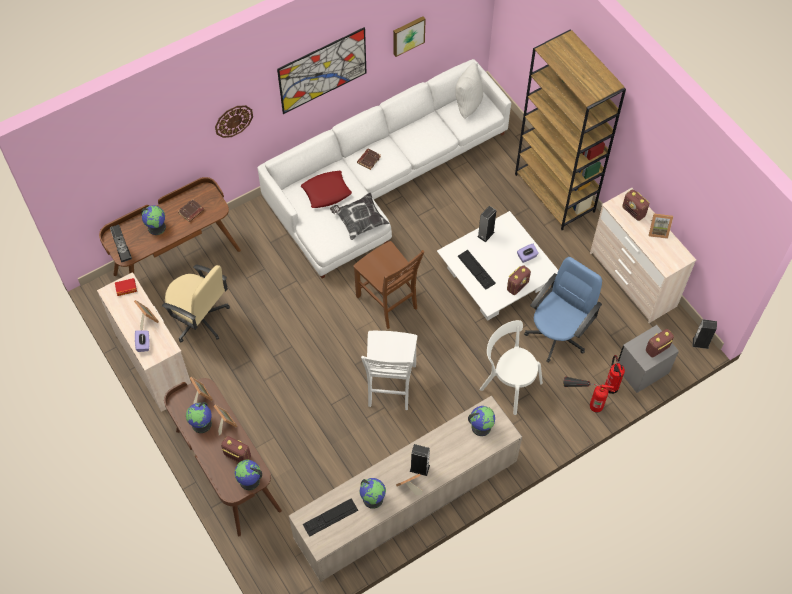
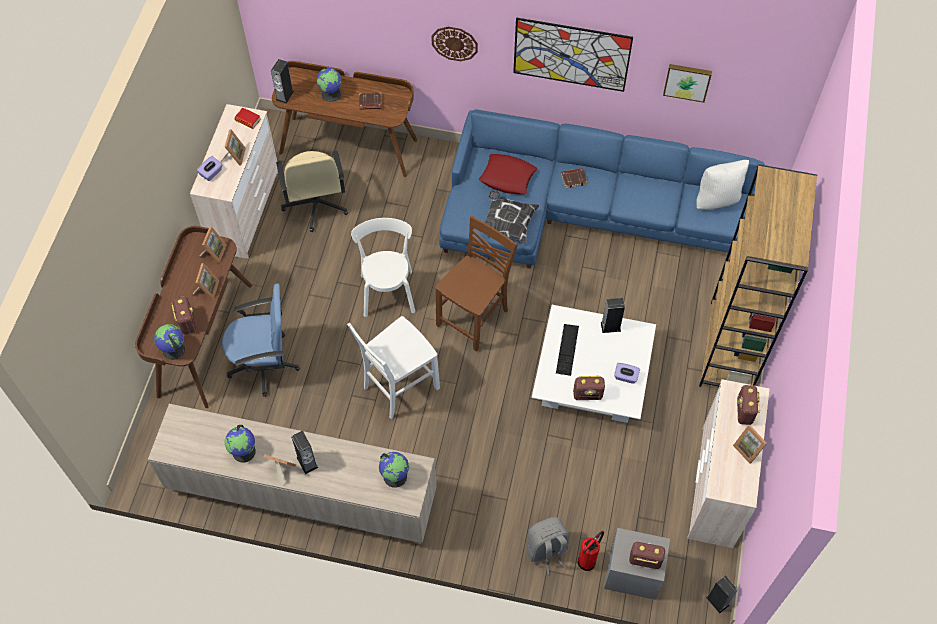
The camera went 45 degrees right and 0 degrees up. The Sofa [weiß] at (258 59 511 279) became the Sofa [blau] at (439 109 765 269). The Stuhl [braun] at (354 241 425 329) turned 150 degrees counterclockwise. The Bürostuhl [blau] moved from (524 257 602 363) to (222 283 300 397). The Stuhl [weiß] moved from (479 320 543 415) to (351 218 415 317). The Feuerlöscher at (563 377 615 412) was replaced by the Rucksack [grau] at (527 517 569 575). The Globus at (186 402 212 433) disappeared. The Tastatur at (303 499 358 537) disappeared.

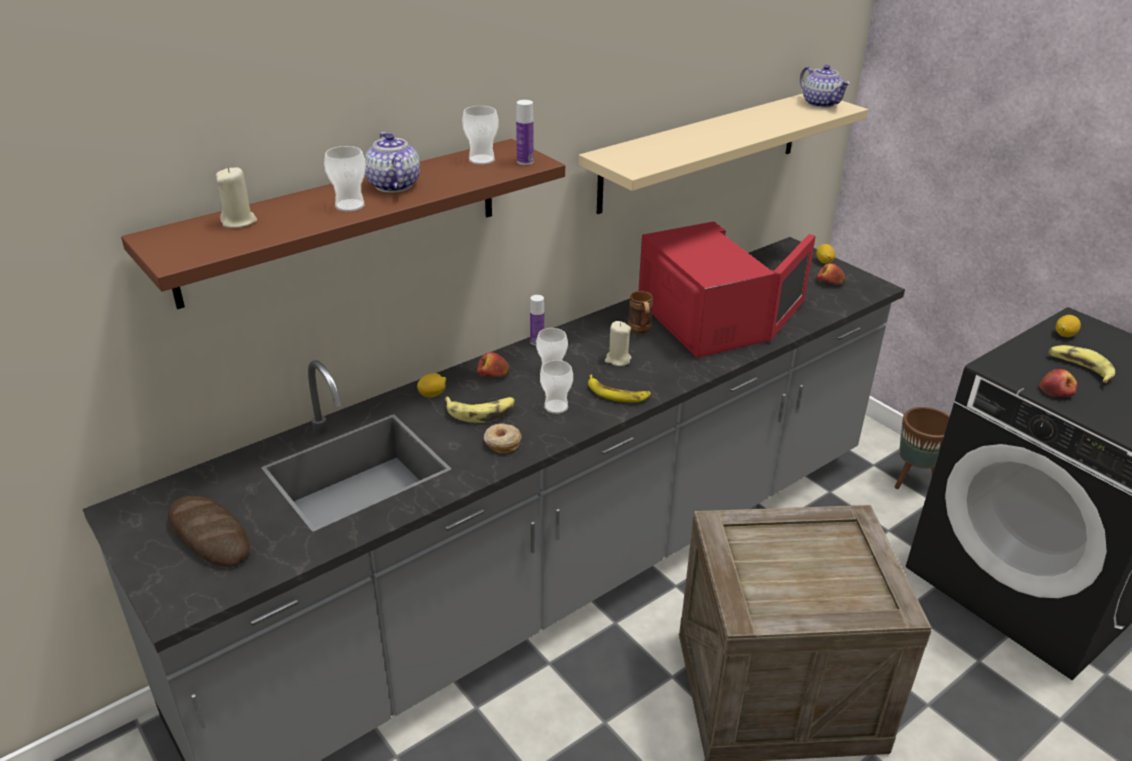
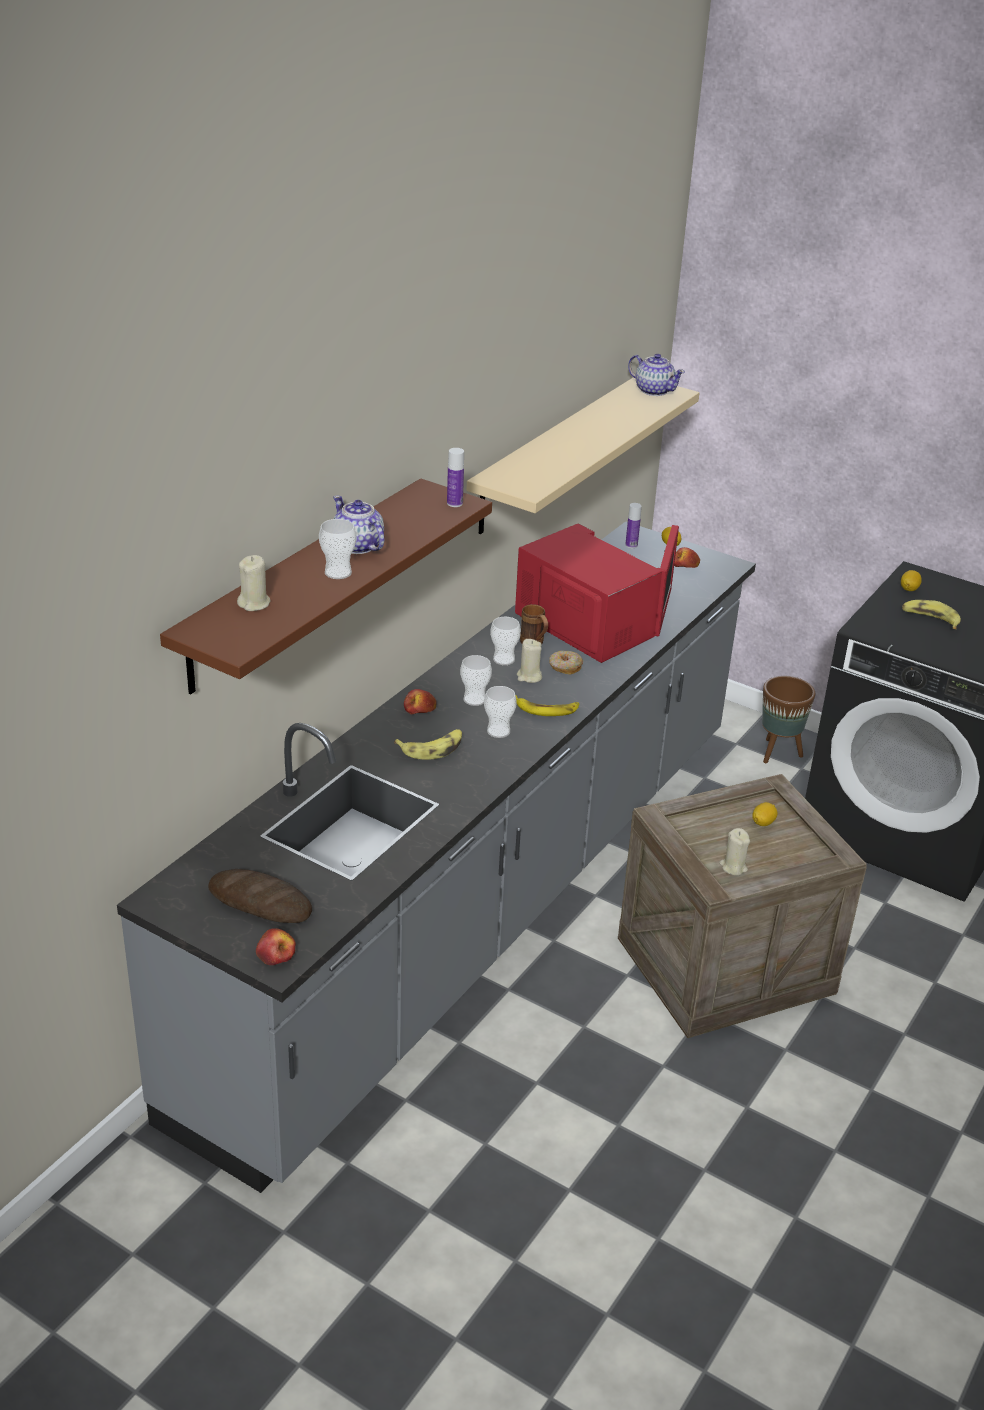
The camera went 20 degrees left and 0 degrees up. The Tasse moved from (462 106 499 165) to (490 617 521 665). The Flasche moved from (530 295 544 346) to (625 503 642 548). The Apfel moved from (1039 369 1077 397) to (256 928 296 965). The Zitrone moved from (417 373 446 397) to (752 802 777 826). The Donut moved from (484 423 521 453) to (549 651 583 675). The Kerze [beige] at (719 828 750 875) appeared.

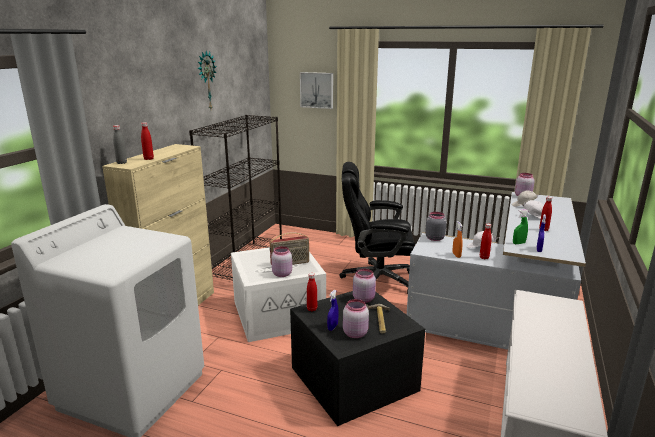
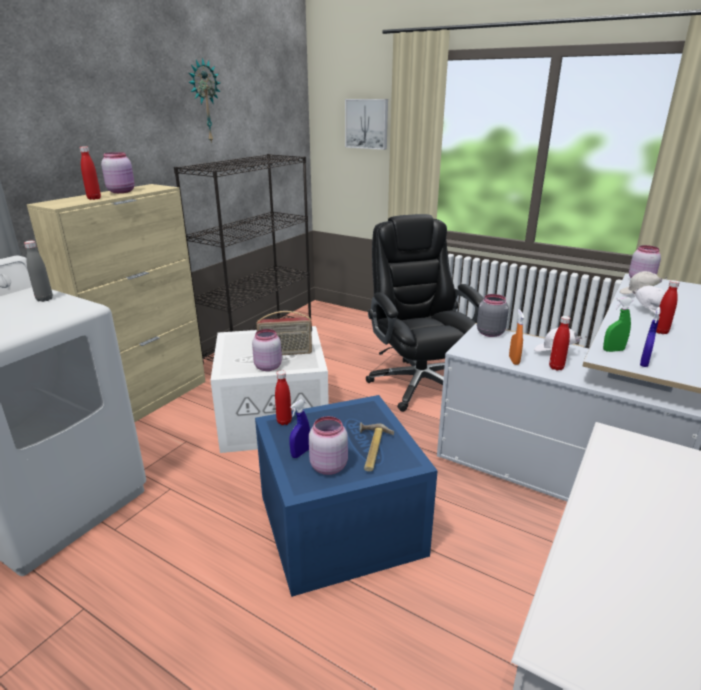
The camera went 10 degrees right and 5 degrees up. The Flasche [grau] moved from (113 125 127 164) to (24 241 53 302). The Bürostuhl [schwarz] at (340 162 415 294) turned 60 degrees clockwise. The Vorratsglas [rosa] moved from (353 269 376 303) to (101 152 135 193). The Aufbewahrungsbox [schwarz] at (290 291 425 426) became the Aufbewahrungsbox [blau] at (255 395 438 597).

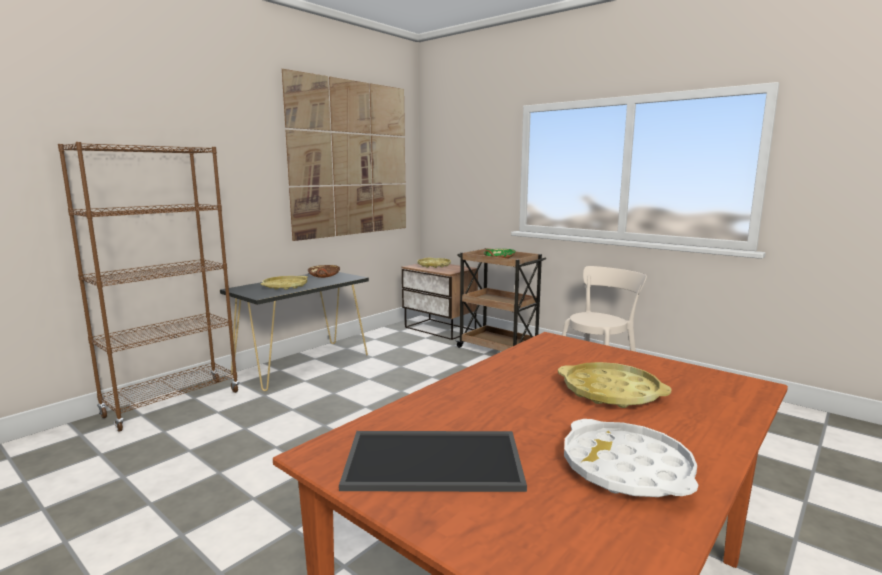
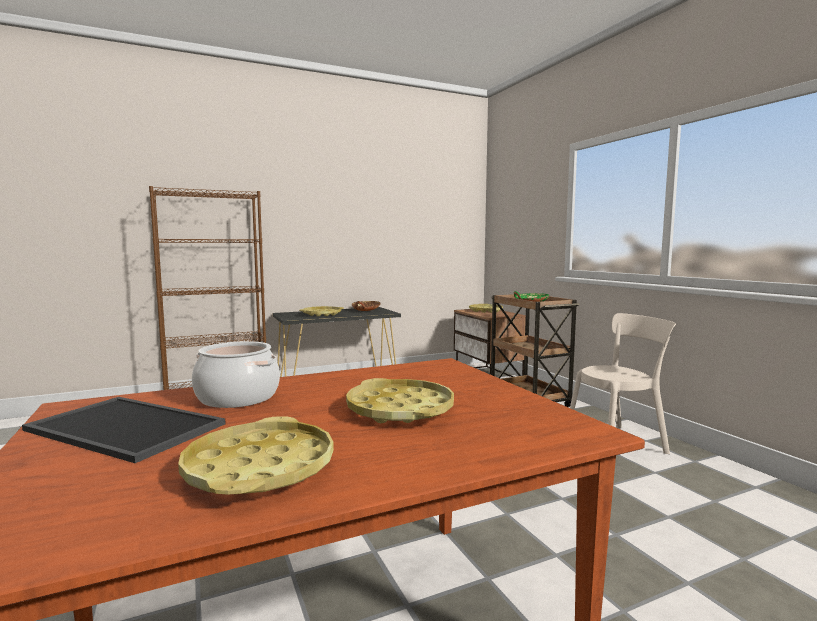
The camera went 25 degrees right and 5 degrees down. The Bild at (282 69 406 241) disappeared. The Tablett [weiß] at (564 419 698 497) became the Tablett [gelb] at (178 416 334 495). The Kochtopf at (192 341 280 408) appeared.

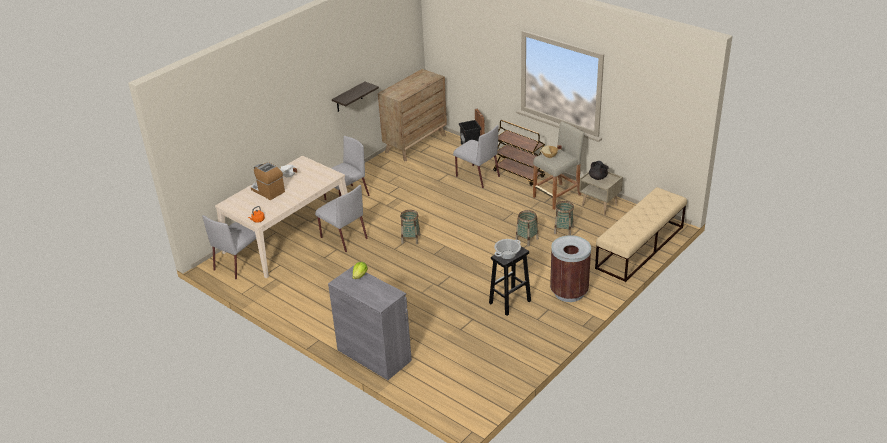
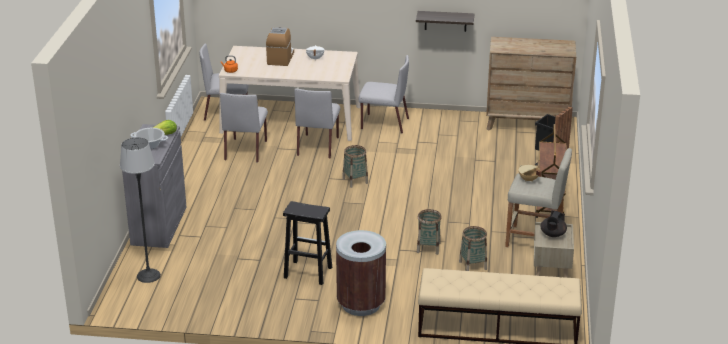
The camera went 55 degrees right and 5 degrees down. The Stuhl [grau] moved from (453 125 500 188) to (220 93 268 163). The Kochtopf moved from (494 239 521 259) to (130 128 168 149). The Stehlampe at (120 137 161 283) appeared.

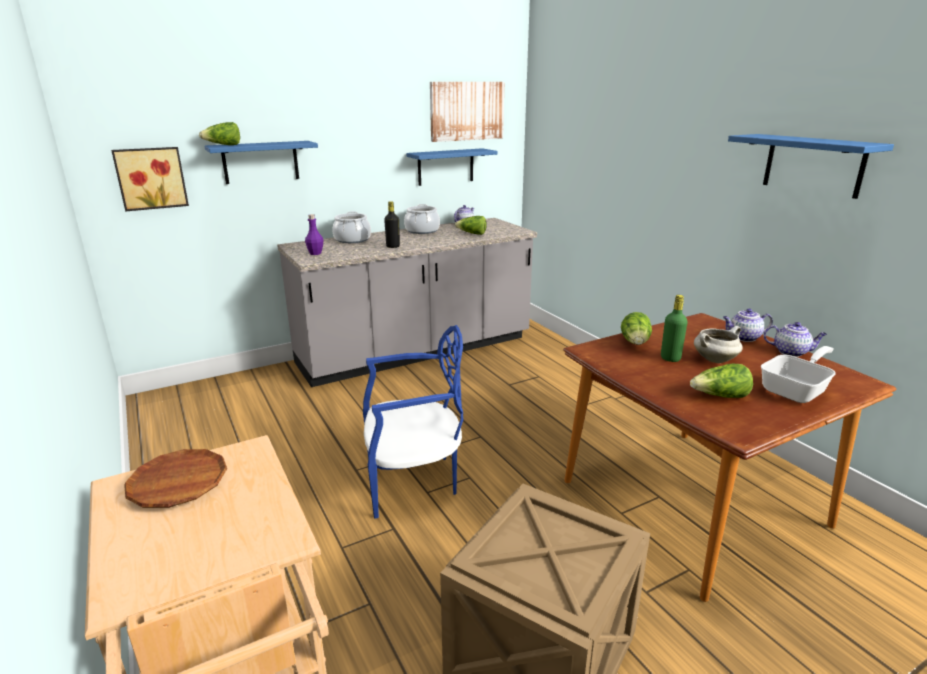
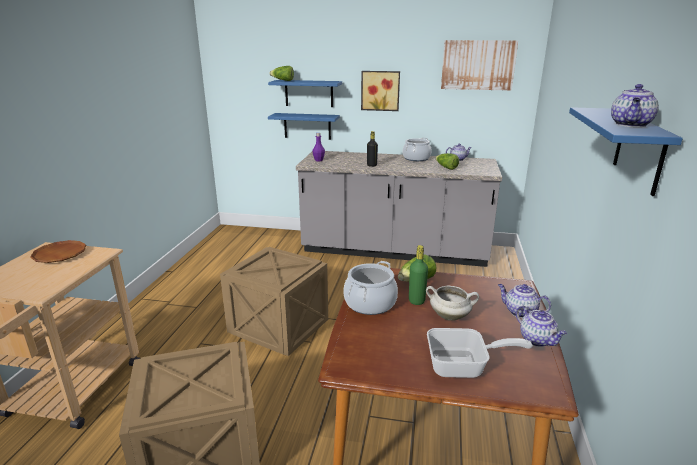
The camera went 40 degrees right and 0 degrees up. The Bild moved from (111 147 189 211) to (361 71 400 111). The Wandregal [blau] moved from (406 148 498 186) to (268 113 340 140). The Kochtopf moved from (332 211 371 243) to (343 261 398 315). The Stuhl [blau] at (363 325 463 518) was replaced by the Kiste at (220 247 328 356). The Salatkopf at (690 364 753 398) disappeared. The Teekanne at (611 84 659 127) appeared.

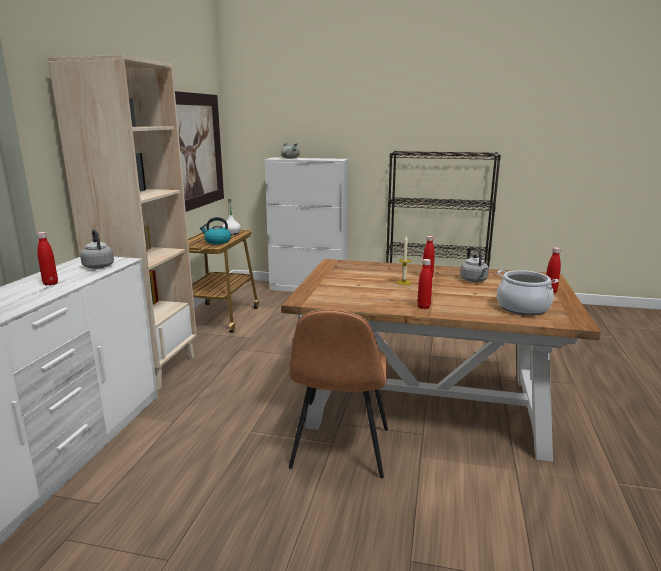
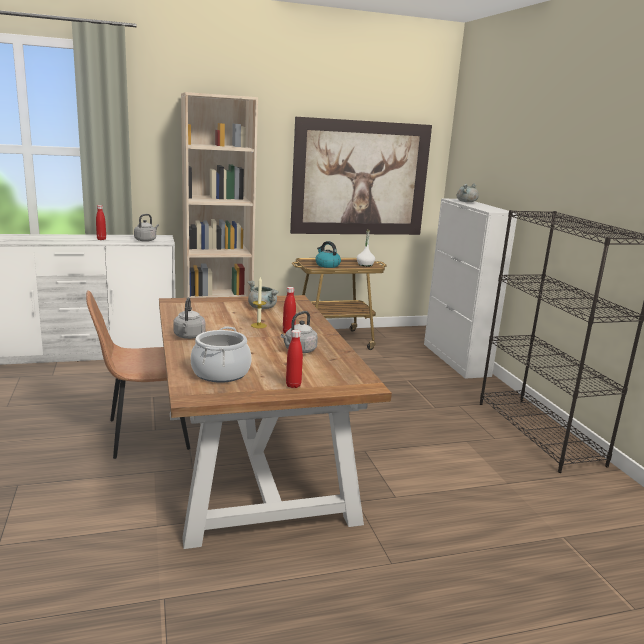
The camera went 60 degrees right and 0 degrees up. The Flasche [rot] at (417 259 432 309) was replaced by the Wasserkessel [grau] at (173 297 206 339). The Kochtopf [grau] at (248 281 279 309) appeared.

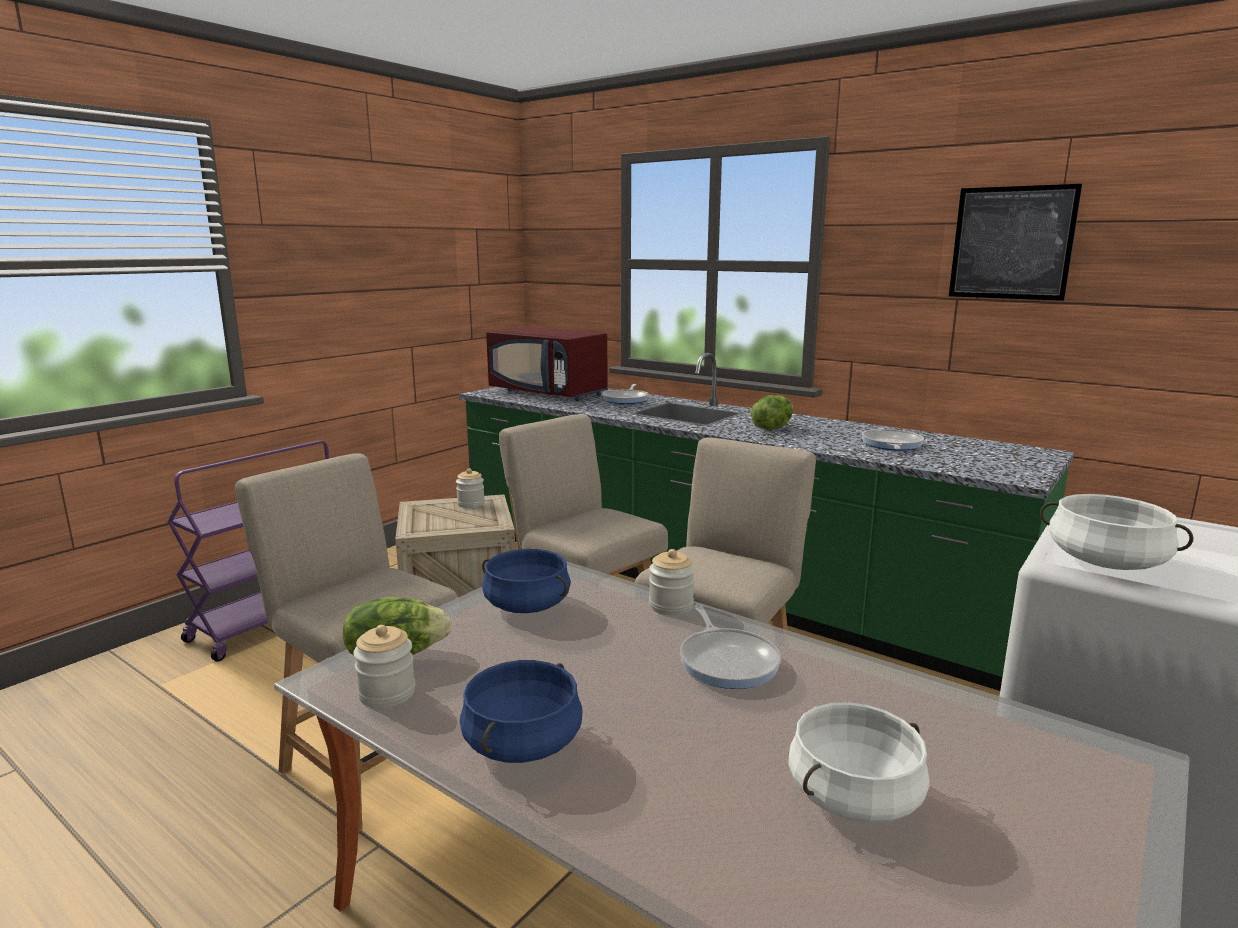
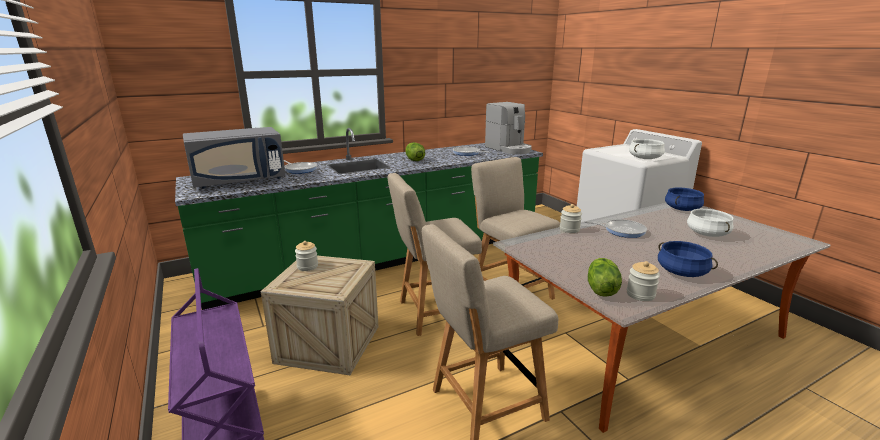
The camera went 65 degrees left and 5 degrees up. The Bild at (949 184 1082 301) disappeared. The Mikrowelle [rot] at (486 326 608 401) became the Mikrowelle [grau] at (183 127 286 188). The Kochtopf [blau] moved from (482 549 571 613) to (665 187 704 211). The Kaffeemaschine at (485 102 532 154) appeared.

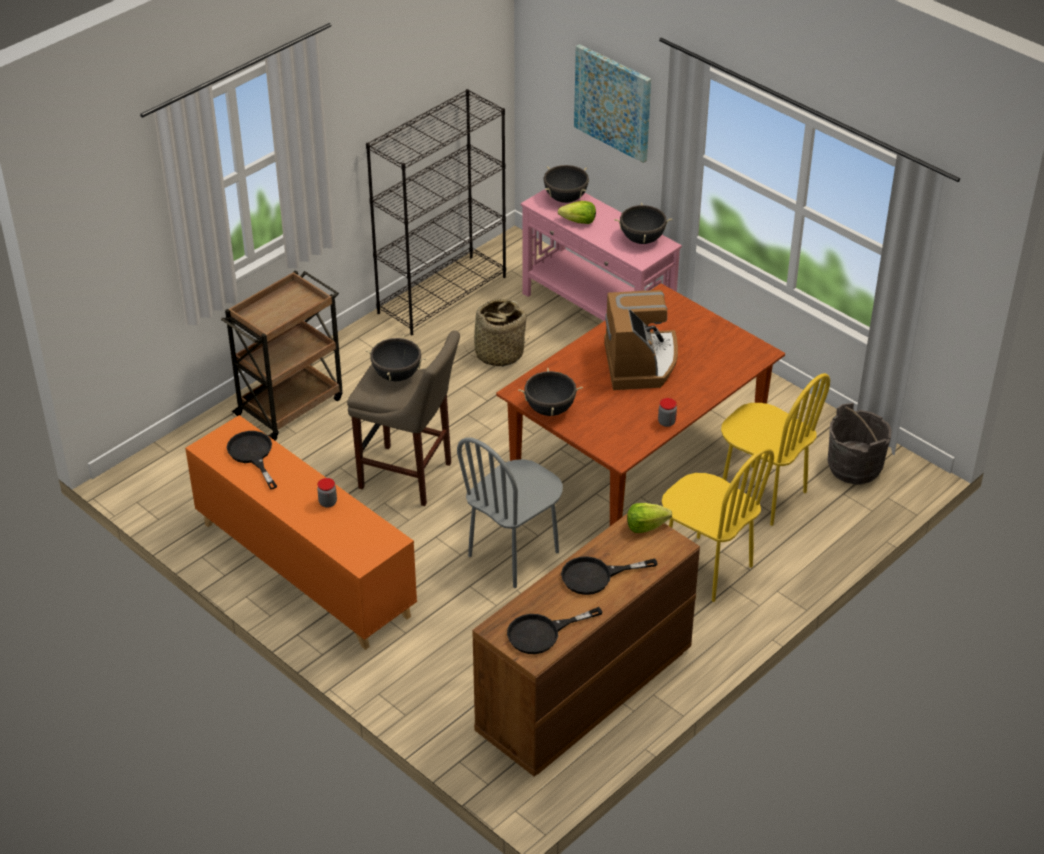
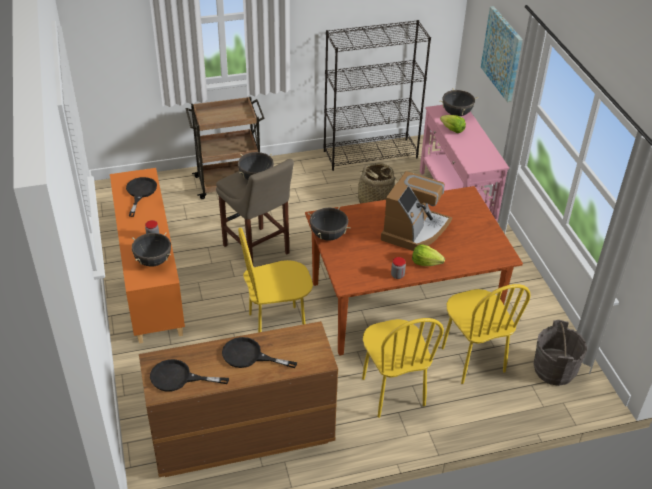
The camera went 30 degrees right and 0 degrees up. The Kochtopf [schwarz] moved from (614 202 672 244) to (132 232 171 267). The Stuhl [grau] at (457 437 563 588) became the Stuhl [gelb] at (238 227 313 333). The Salatkopf moved from (627 503 672 533) to (412 244 445 266).

